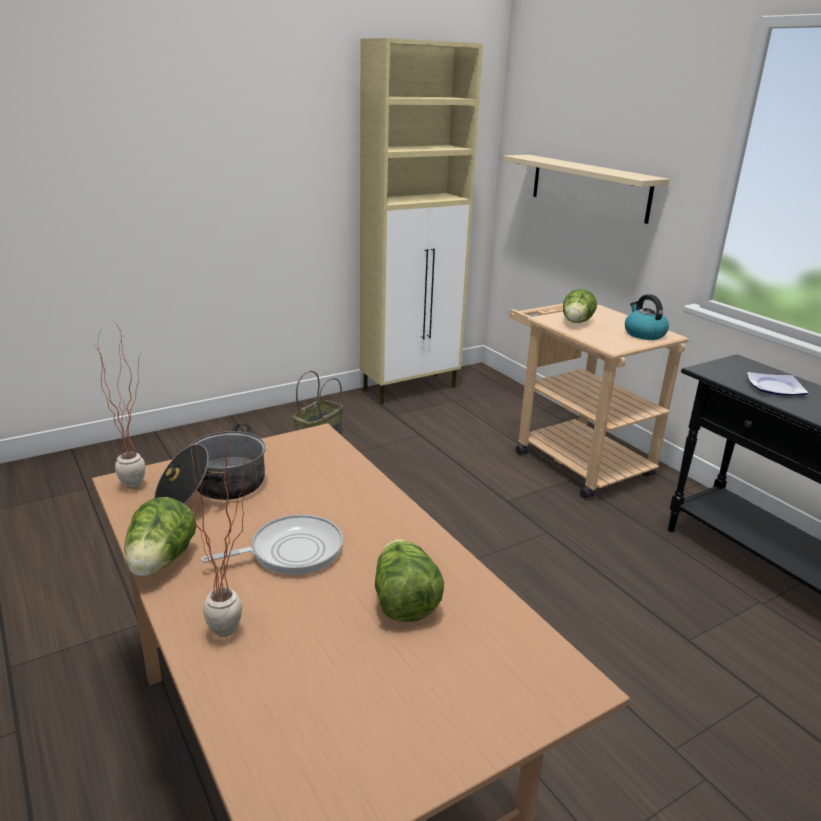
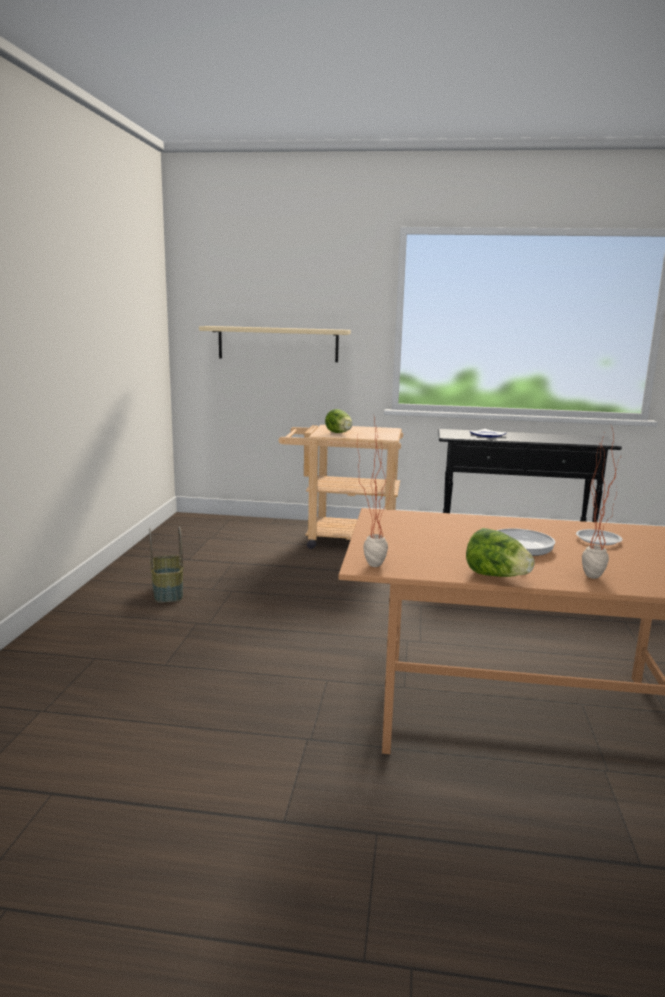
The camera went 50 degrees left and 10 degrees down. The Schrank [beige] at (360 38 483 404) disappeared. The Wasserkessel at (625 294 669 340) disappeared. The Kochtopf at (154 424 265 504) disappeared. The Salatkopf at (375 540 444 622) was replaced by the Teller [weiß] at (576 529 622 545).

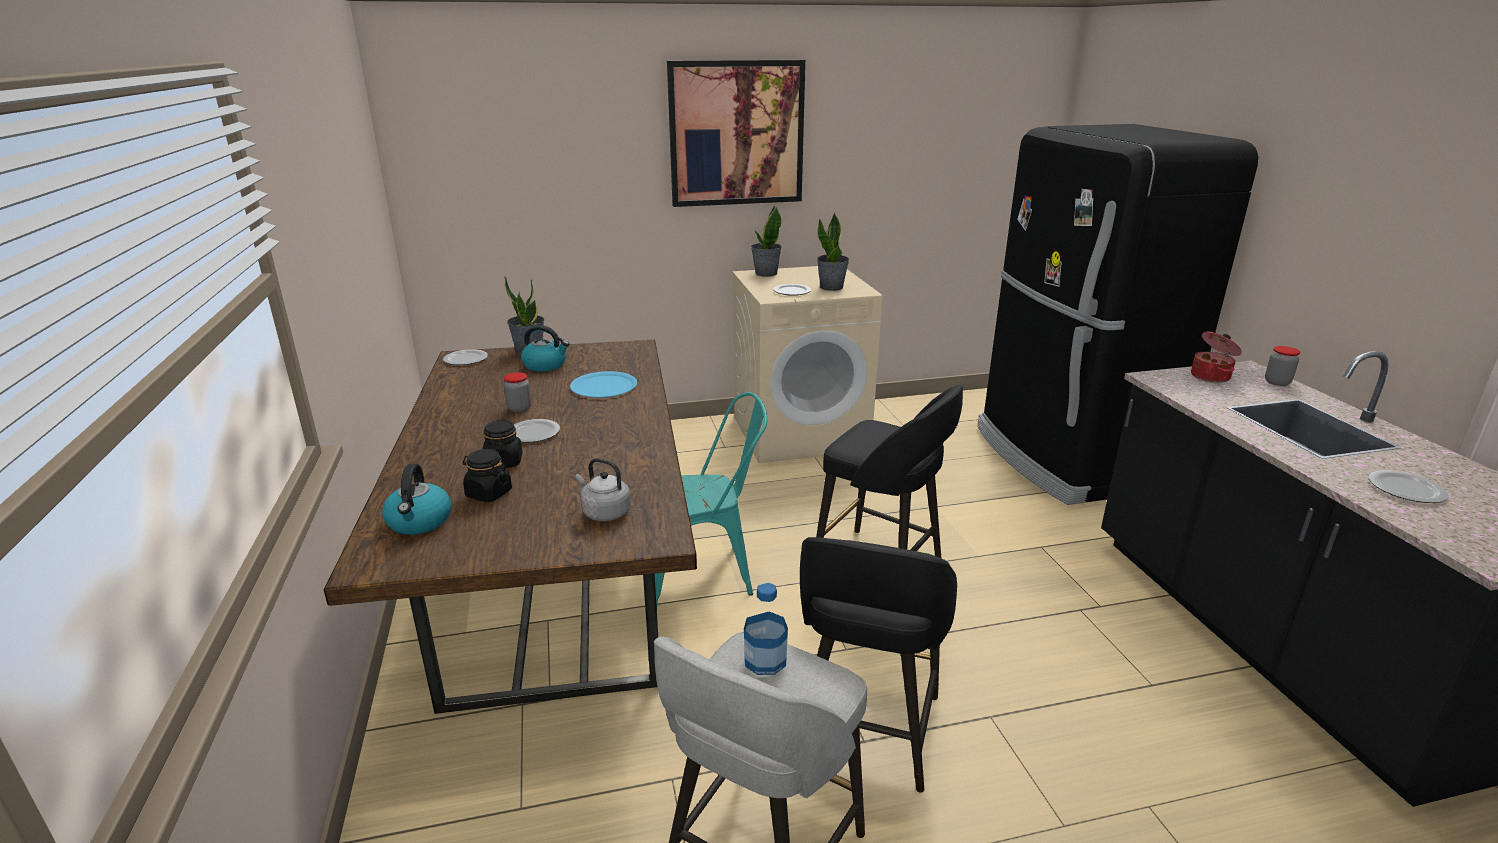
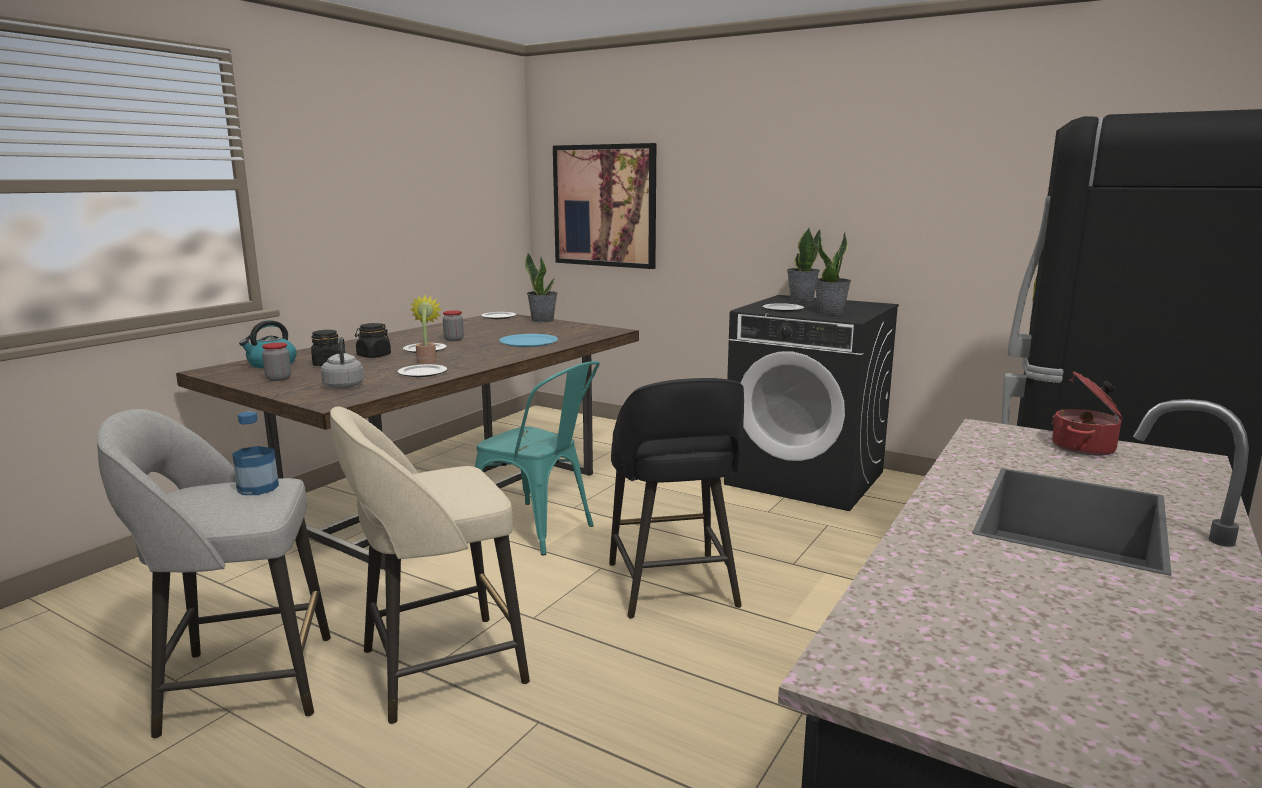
The camera went 45 degrees right and 10 degrees down. The Bild moved from (667 60 805 207) to (553 143 656 269). The Waschmaschine [beige] at (732 266 882 463) became the Waschmaschine [schwarz] at (724 295 899 511). The Wasserkessel at (521 325 570 372) disappeared. The Vorratsglas moved from (1265 346 1300 386) to (262 342 291 381). The Teller moved from (1369 470 1449 503) to (398 364 447 377). The Hocker [schwarz] at (800 537 957 793) became the Hocker [beige] at (330 407 530 724). The Topfpflanze at (410 295 442 364) appeared.

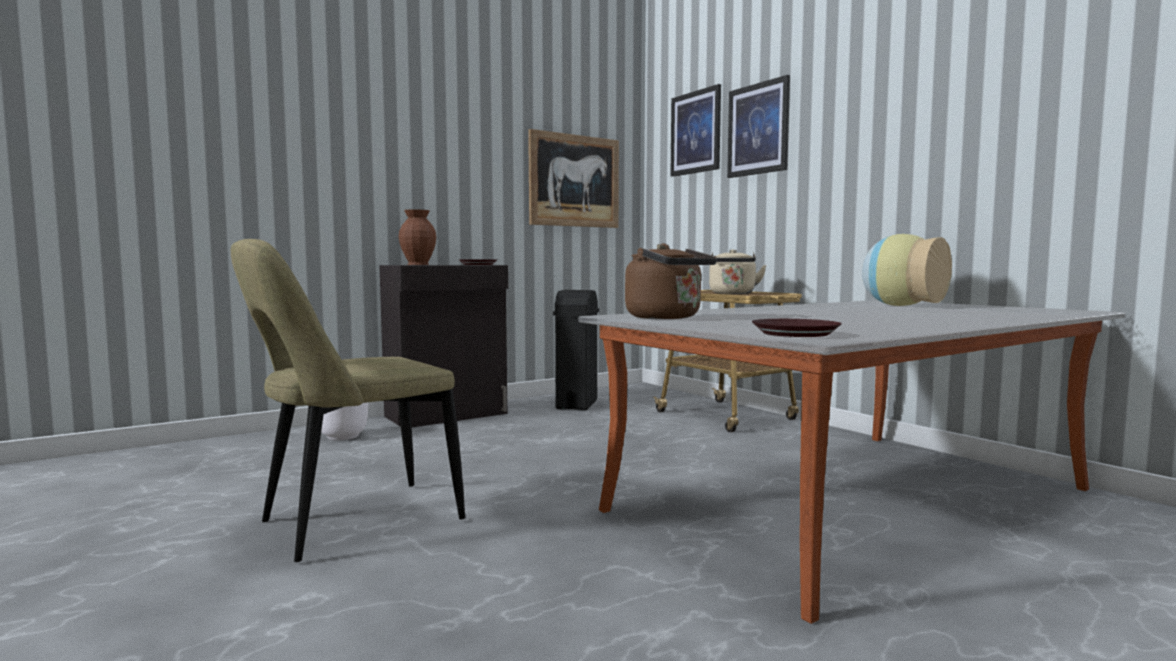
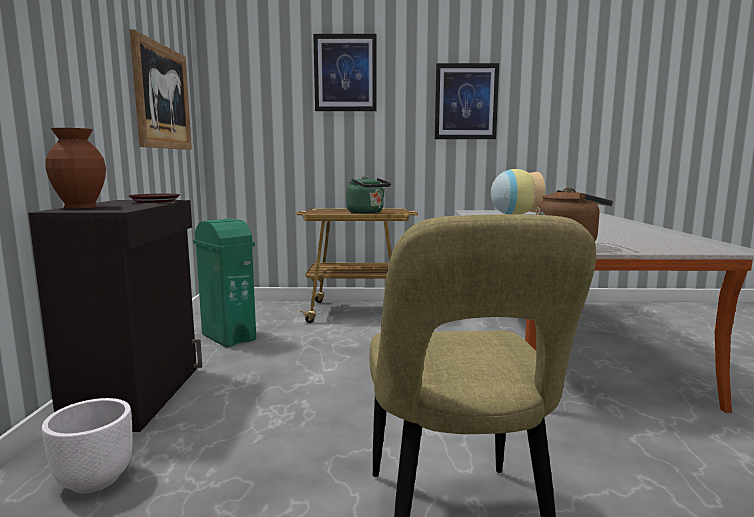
The camera went 55 degrees left and 5 degrees up. The Bild moved from (670 84 721 177) to (435 63 499 139). The Wasserkessel [beige] at (709 249 767 294) became the Wasserkessel [grün] at (346 176 391 214). The Mülleimer [schwarz] at (553 290 599 411) became the Mülleimer [grün] at (193 219 256 348). The Teller [braun] at (752 319 842 337) disappeared.

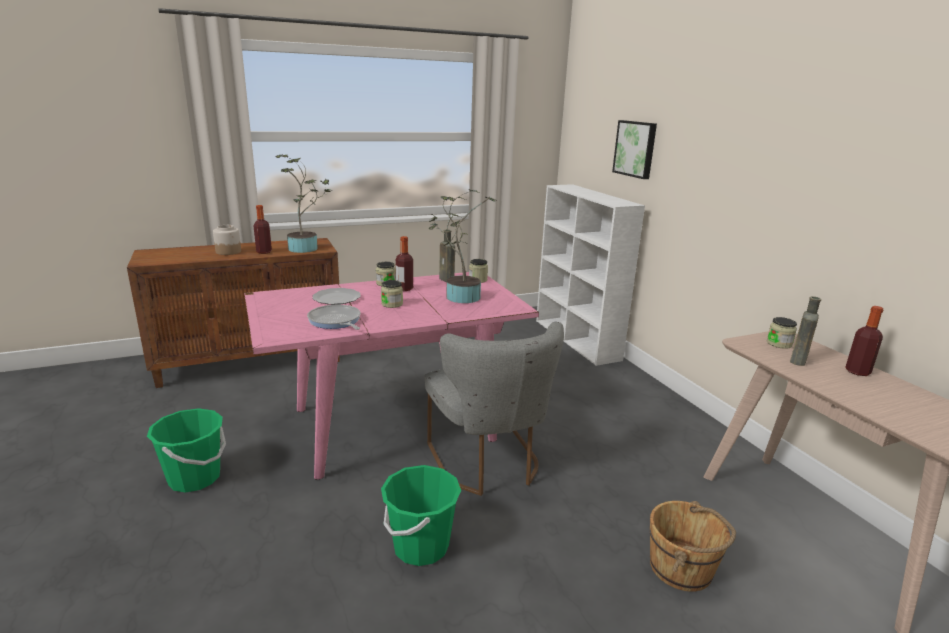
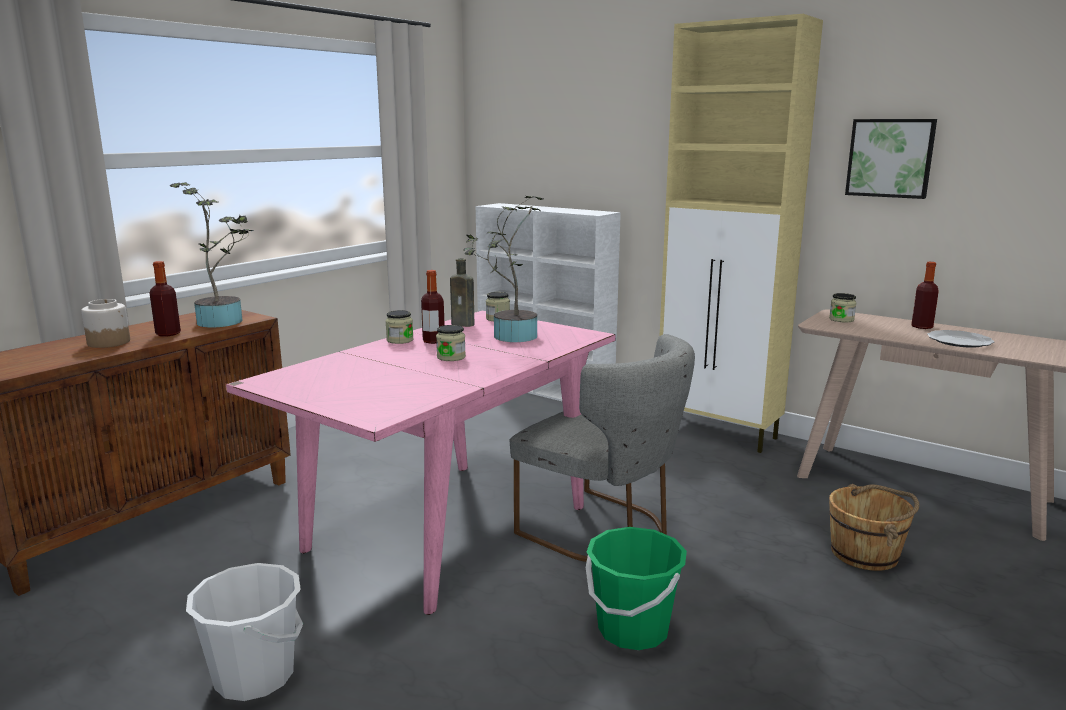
The camera went 30 degrees left and 5 degrees down. The Bild moved from (612 120 657 179) to (845 119 937 199). The Teller moved from (312 288 361 305) to (927 330 994 348). The Flasche [braun] at (790 296 821 366) disappeared. The Pfanne at (307 305 360 330) disappeared. The Eimer [grün] at (147 408 226 492) became the Eimer [weiß] at (186 563 303 701). The Schrank [beige] at (660 14 823 453) appeared.

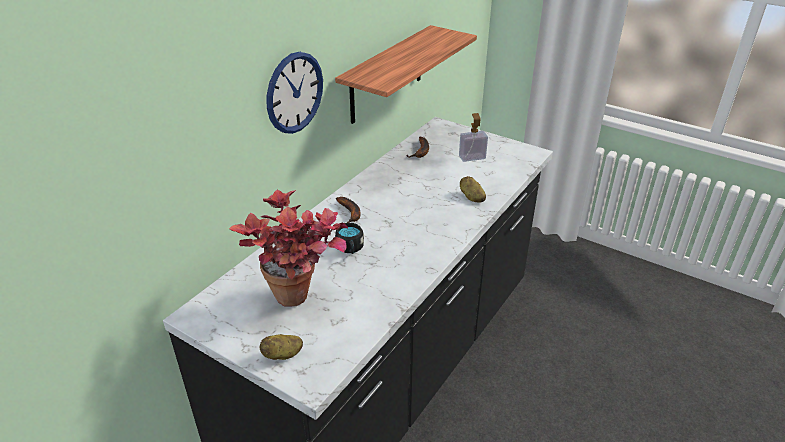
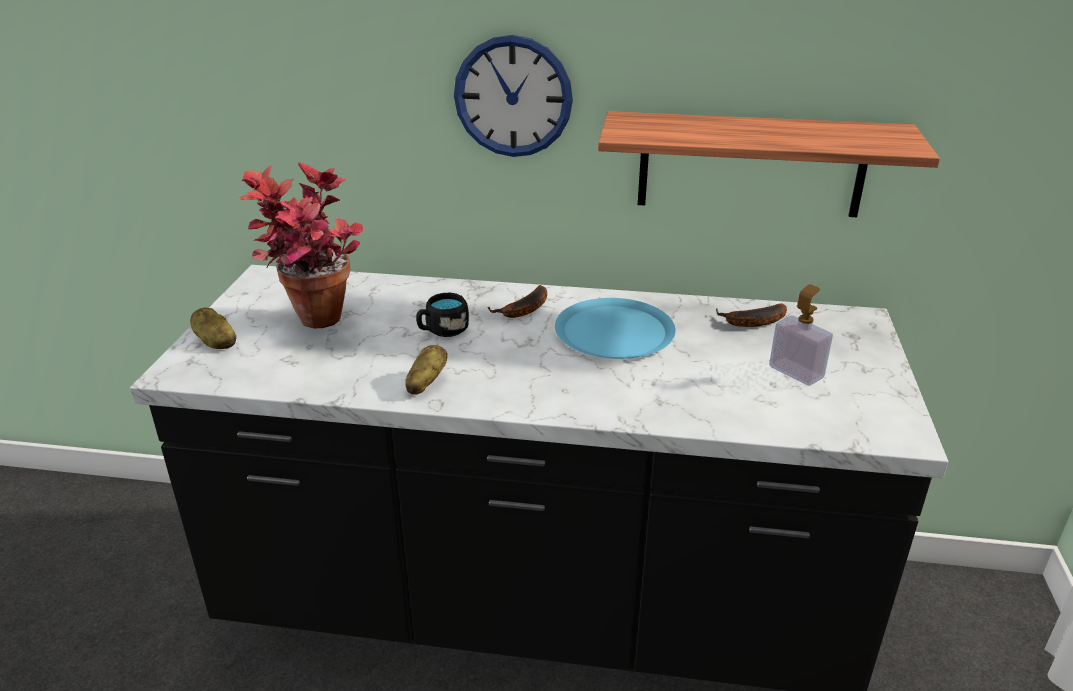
The camera went 65 degrees right and 5 degrees down. The Kartoffel moved from (460 176 486 203) to (405 345 447 395). The Teller [blau] at (555 298 676 359) appeared.

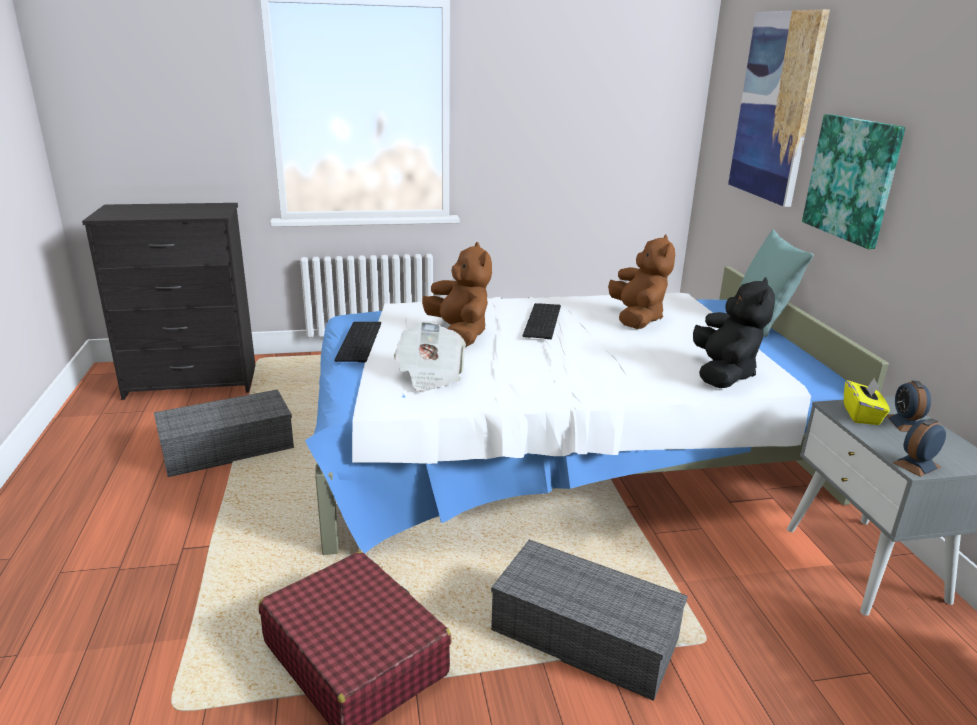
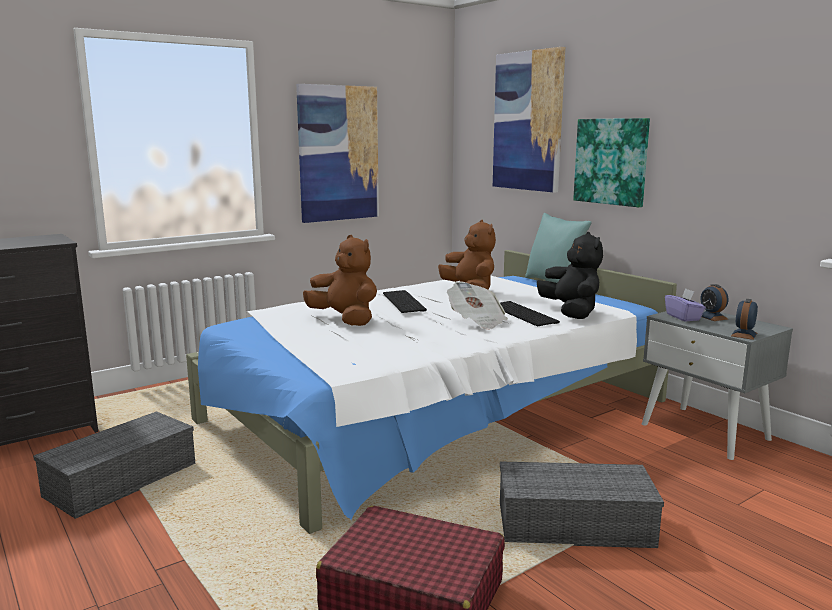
The camera went 25 degrees left and 10 degrees down. The Zeitung moved from (394 321 466 391) to (447 281 508 330). The Tastatur moved from (334 322 381 362) to (500 301 560 326). The Taschentuchbox [gelb] at (844 377 890 425) became the Taschentuchbox [lila] at (665 288 706 322). The Bild at (296 84 379 223) appeared.

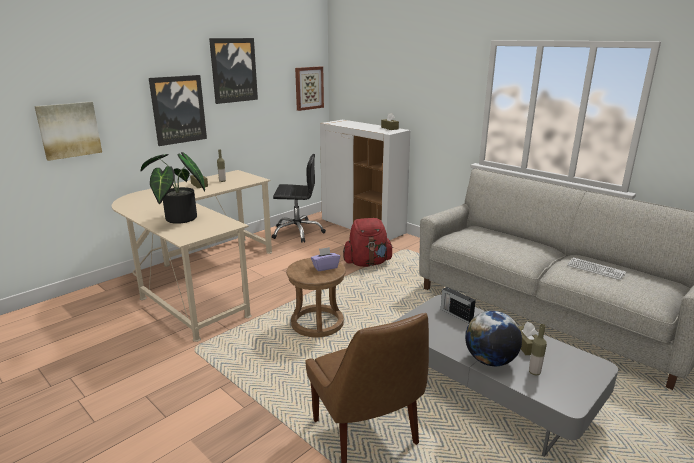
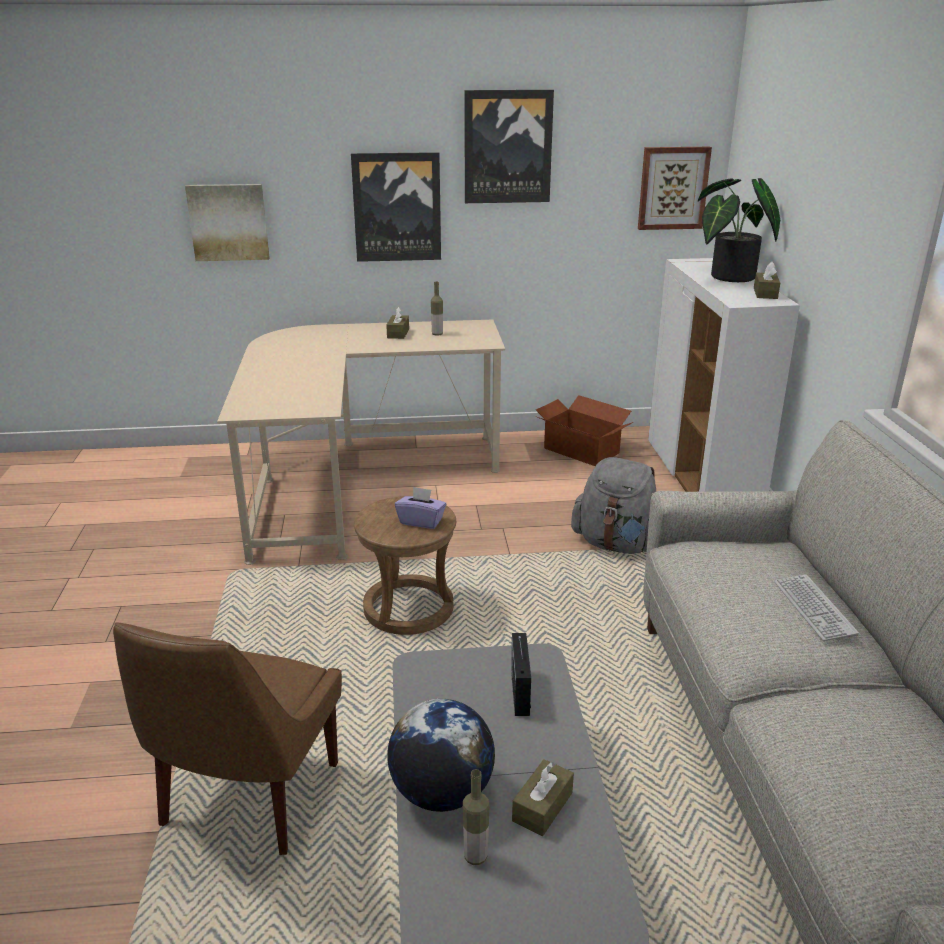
The camera went 40 degrees right and 5 degrees up. The Topfpflanze moved from (140 152 205 224) to (698 178 780 282). The Bürostuhl [schwarz] at (271 154 326 243) was replaced by the Karton at (535 395 633 466). The Rucksack [rot] at (343 218 393 267) became the Rucksack [grau] at (571 457 656 554). The Tastatur moved from (567 258 626 280) to (774 574 859 641).

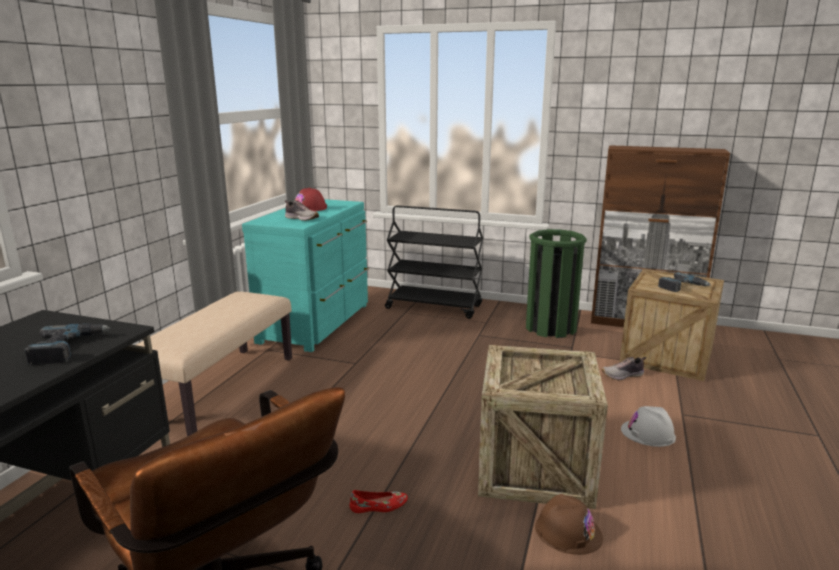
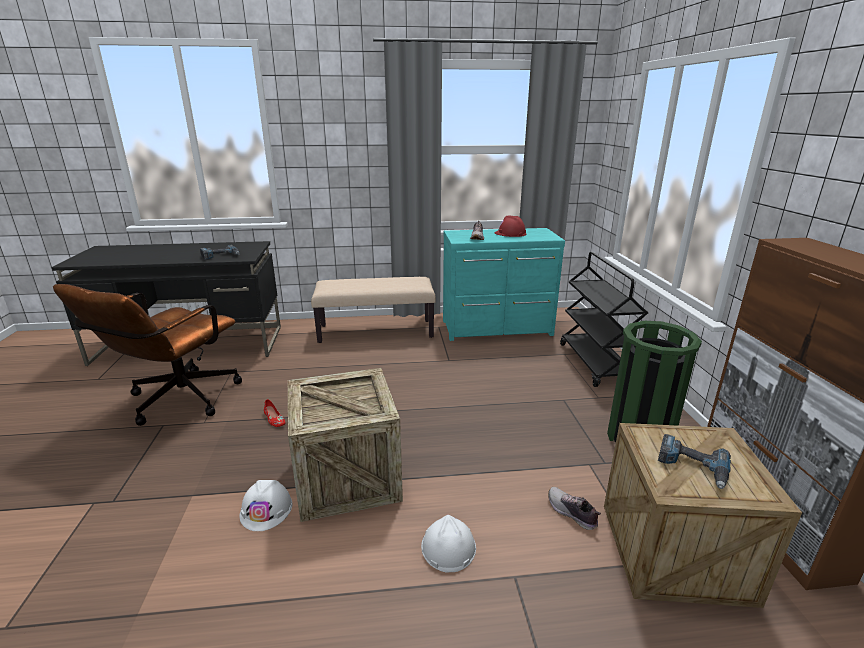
The camera went 65 degrees right and 5 degrees up. The Schutzhelm [braun] at (535 494 603 555) became the Schutzhelm [weiß] at (239 480 292 531).

